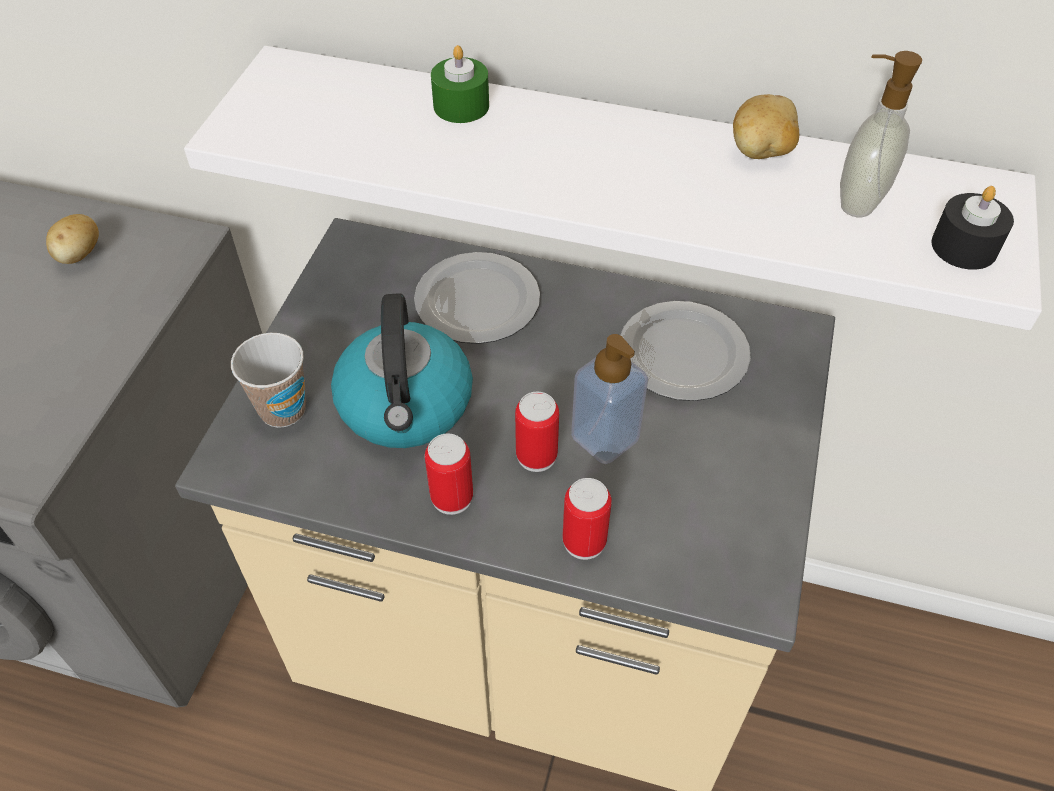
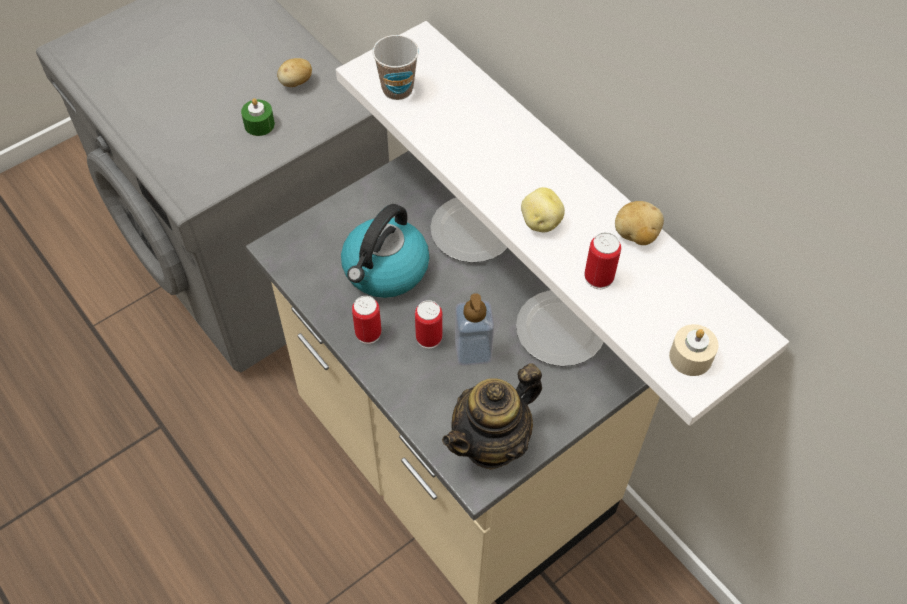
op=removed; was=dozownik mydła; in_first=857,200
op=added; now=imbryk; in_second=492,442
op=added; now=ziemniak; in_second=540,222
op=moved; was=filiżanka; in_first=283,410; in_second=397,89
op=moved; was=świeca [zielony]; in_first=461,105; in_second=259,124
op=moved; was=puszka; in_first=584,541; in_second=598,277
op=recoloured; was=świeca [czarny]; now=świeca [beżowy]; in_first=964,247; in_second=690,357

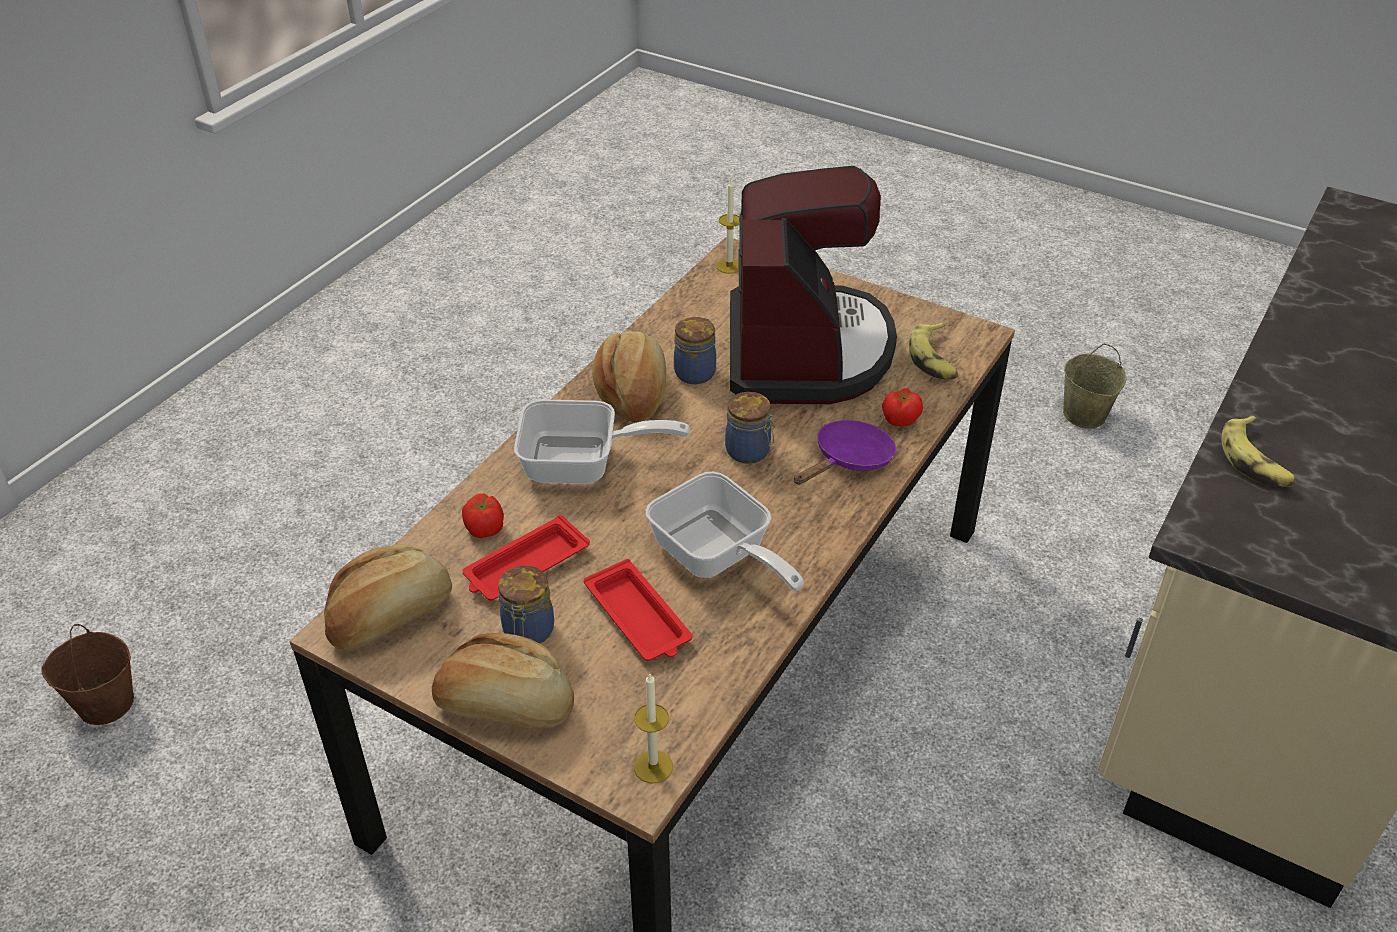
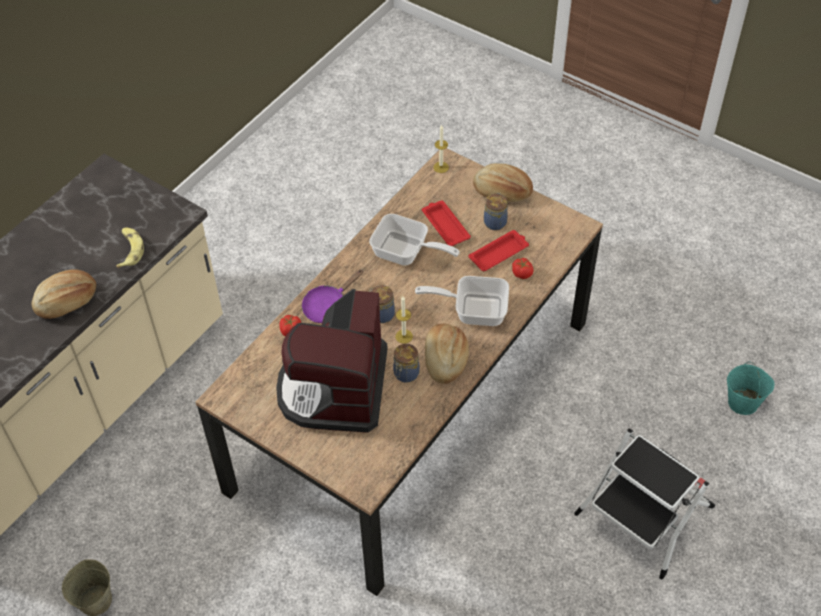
op=removed; was=banan; in_first=934,359
op=added; now=drabinka; in_second=645,513
op=moved; was=chleb; in_first=390,616; in_second=67,302
op=moved; was=świeca; in_first=729,266; in_second=404,336
op=recoloured; was=wiadro [brązowy]; now=wiadro [turkusowy]; in_first=105,704; in_second=743,402
op=turned; was=patelnia; in_first=717,557; in_second=406,253; clockwise=150

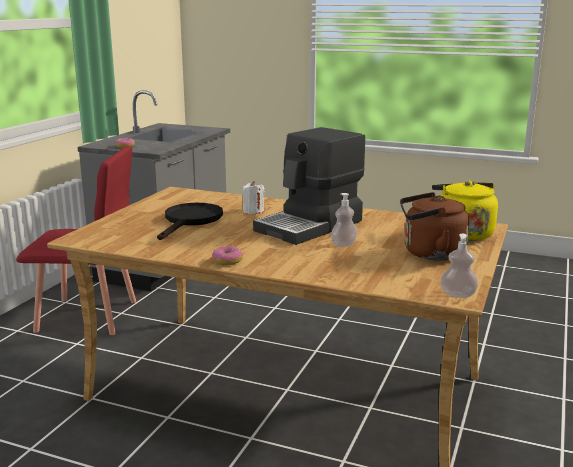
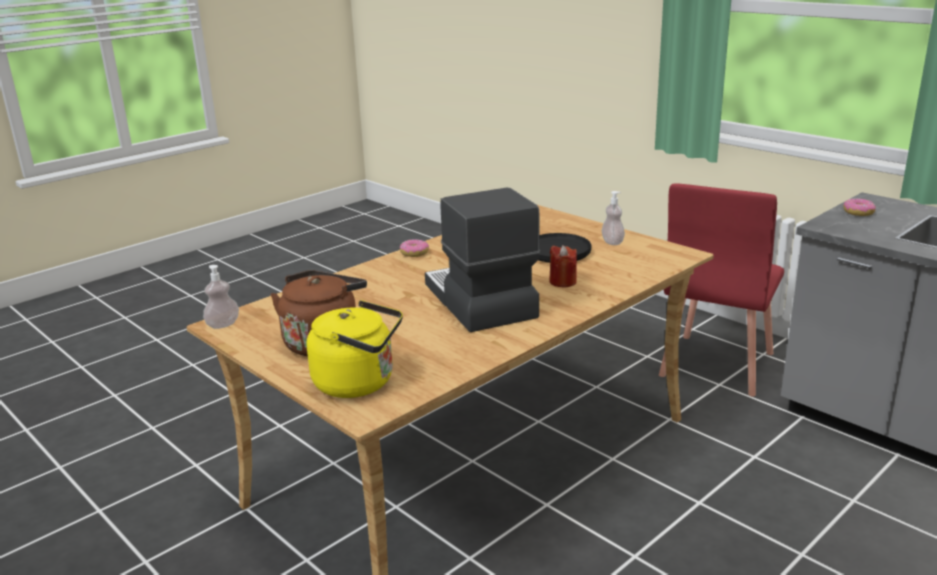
op=moved; was=dozownik mydła; in_first=343,245; in_second=612,242
op=recoloured; was=świeca [biały]; now=świeca [czerwony]; in_first=253,211; in_second=562,282

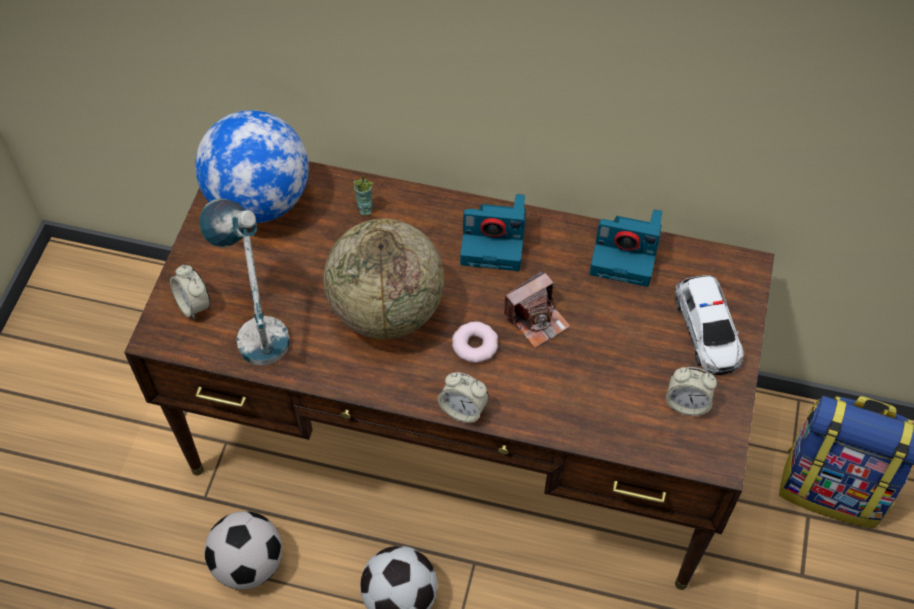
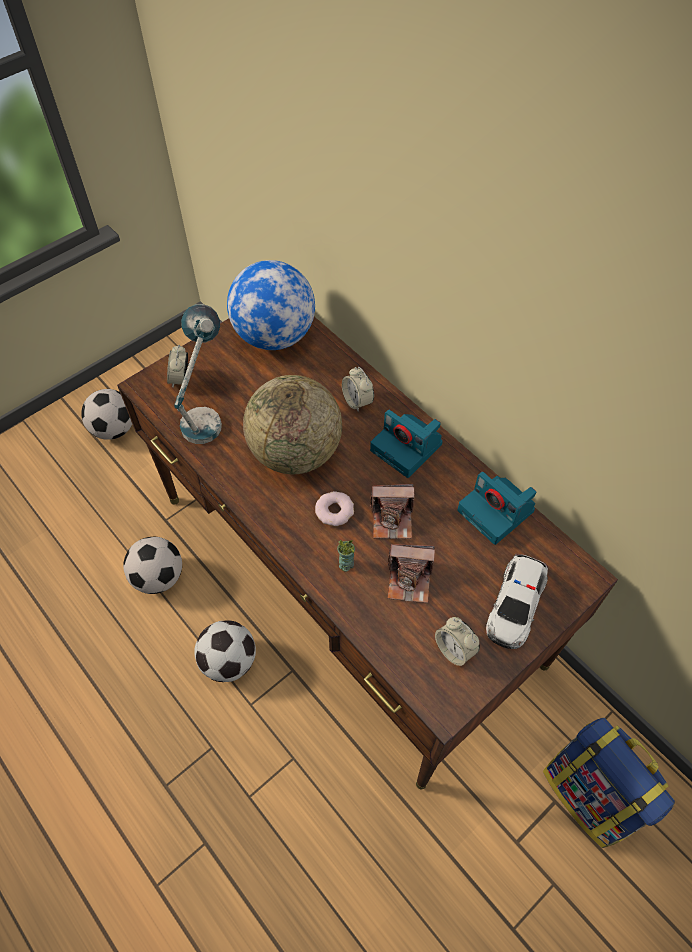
op=added; now=piłka futbolowa; in_second=114,429
op=added; now=aparat fotograficzny; in_second=409,580
op=moved; was=filiżanka; in_first=365,208; in_second=346,564
op=moved; was=budzik; in_first=463,409; in_second=357,401

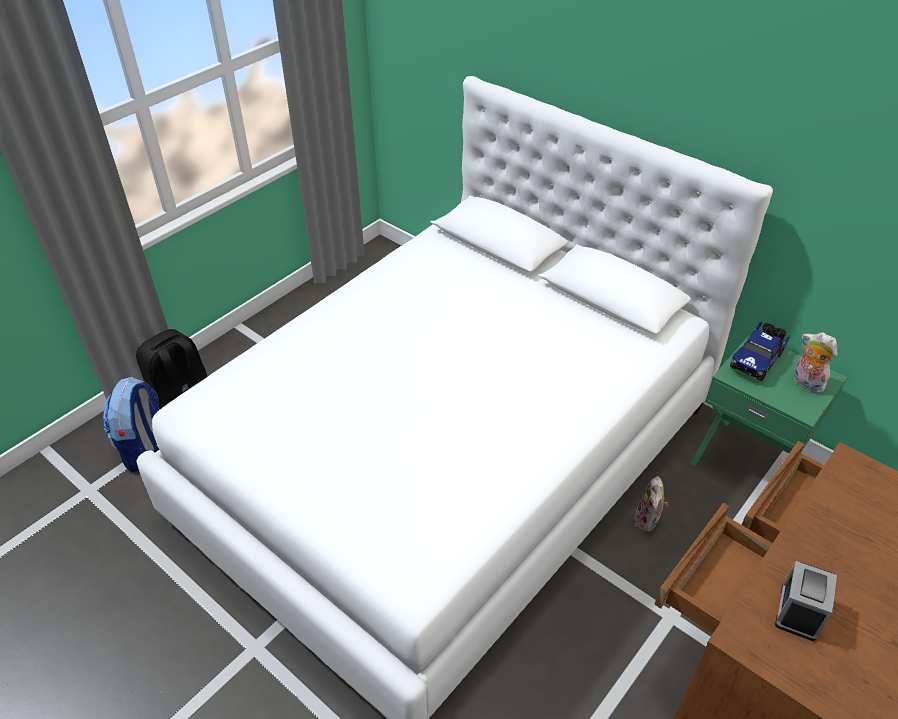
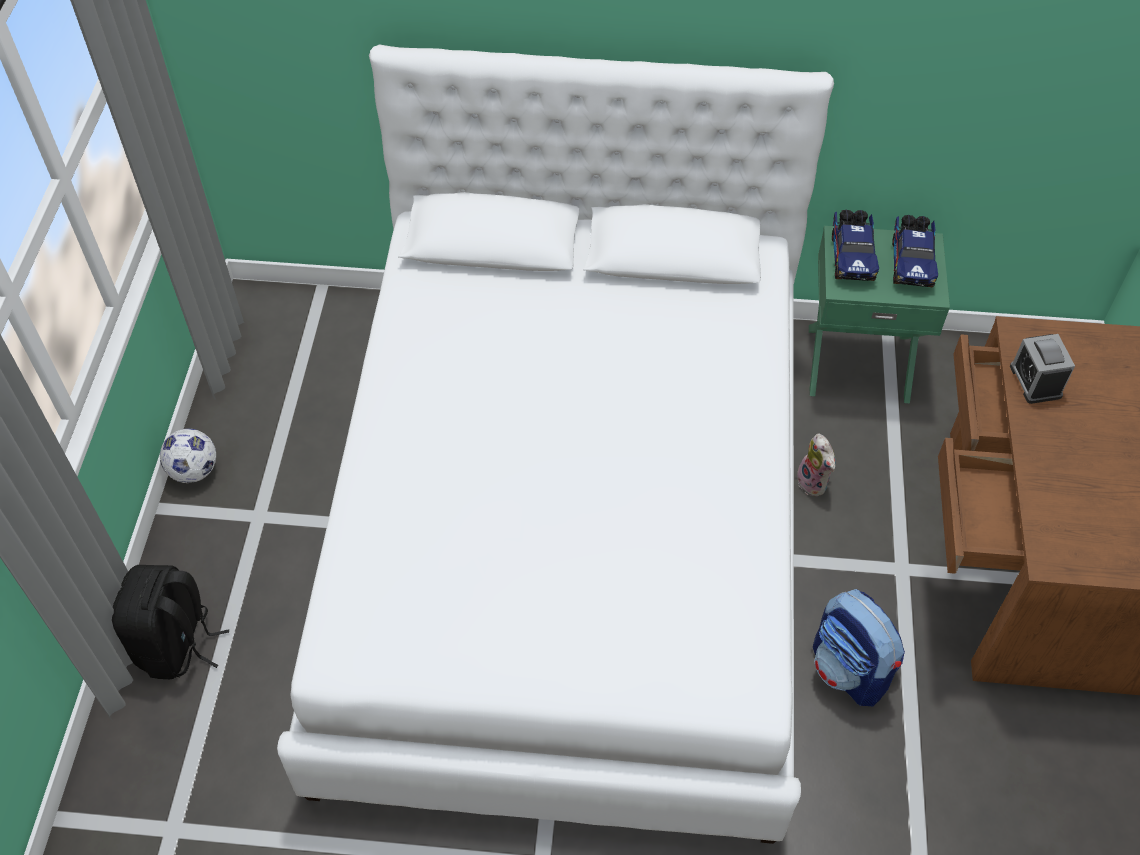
op=added; now=piłka futbolowa; in_second=194,470
op=moved; was=plecak; in_first=146,449; in_second=850,670
op=moved; was=budzik; in_first=798,611; in_second=1035,381
op=replaced; was=pluszak; now=ciężarówka zabawkowa; in_first=805,383; in_second=912,260

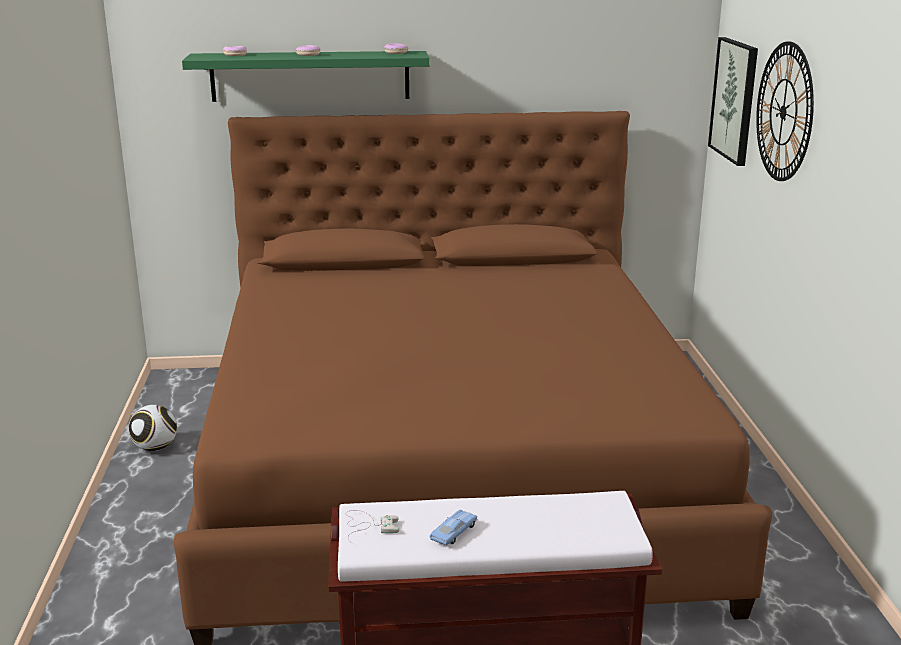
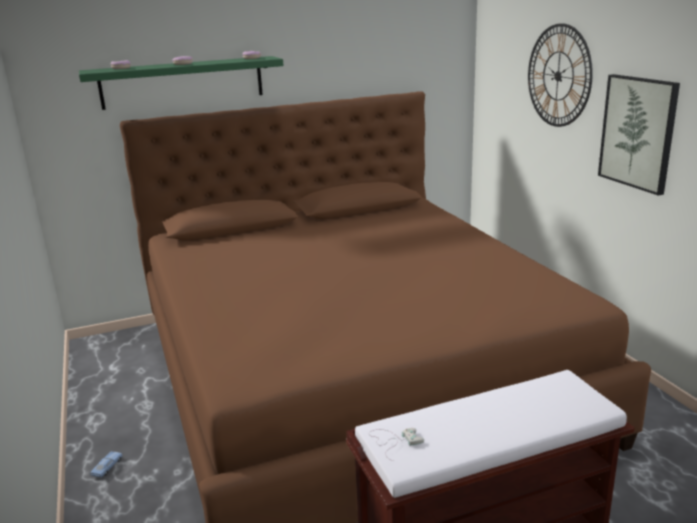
op=removed; was=piłka futbolowa; in_first=155,447
op=moved; was=samochodzik [niebieski]; in_first=453,533; in_second=107,467
op=moved; was=obraz; in_first=735,100; in_second=638,132

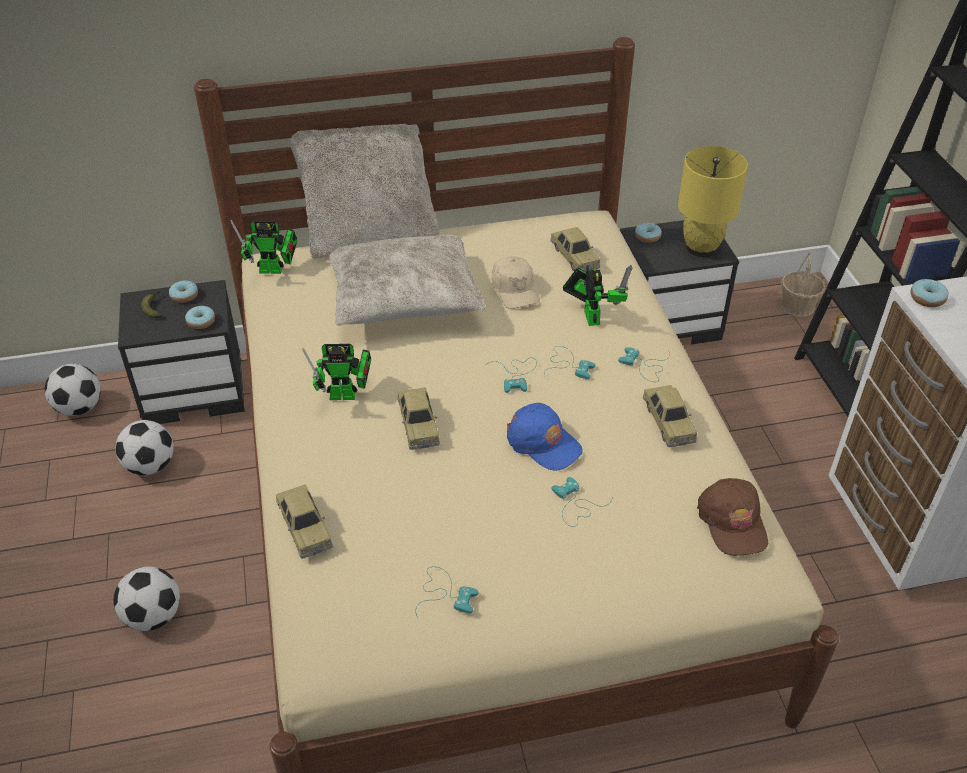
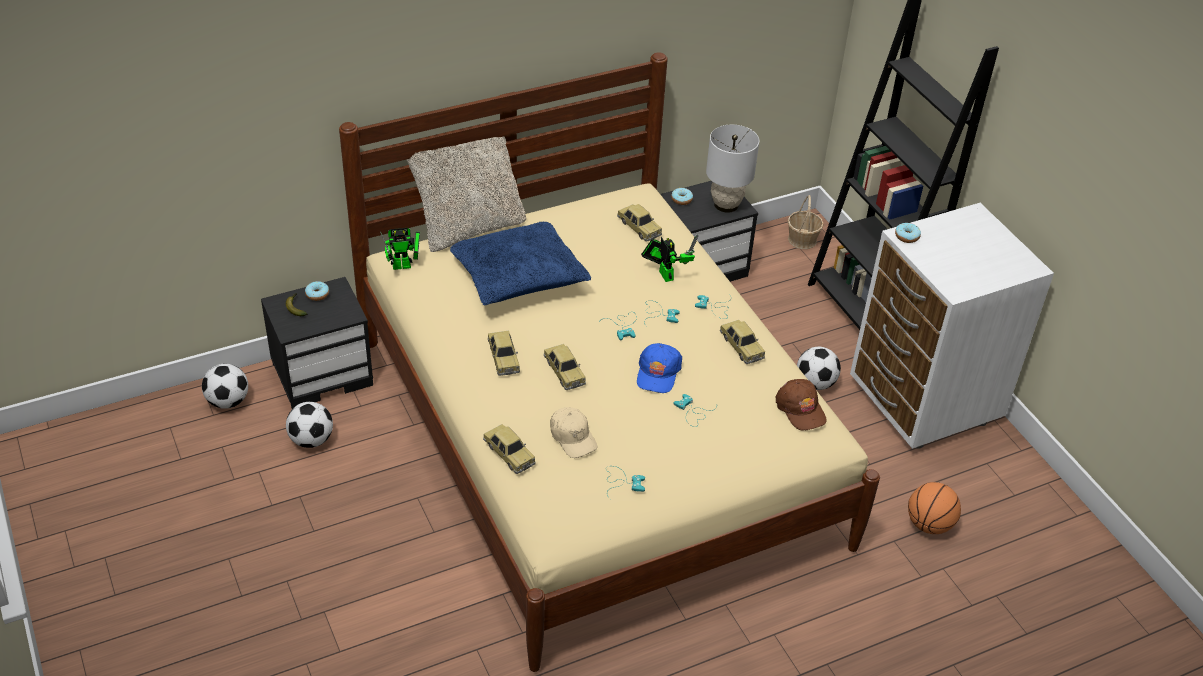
op=removed; was=donut; in_first=201,321
op=added; now=piłka do koszykówki; in_second=929,524
op=moved; was=piłka futbolowa; in_first=153,616; in_second=815,383
op=moved; was=czapka z daszkiem [beżowy]; in_first=515,289; in_second=572,437
op=replaced; was=robot zabawkowy; now=samochodzik; in_first=347,395; in_second=503,357
op=recoloured; was=poduszka [beżowy]; now=poduszka [niebieski]; in_first=405,299; in_second=519,277
op=recoloured; was=lampa stołowa [żółty]; now=lampa stołowa [biały]; in_first=701,248; in_second=726,205
op=turned; was=czapka z daszkiem [niebieski]; in_first=543,443; in_second=658,373; clockwise=75

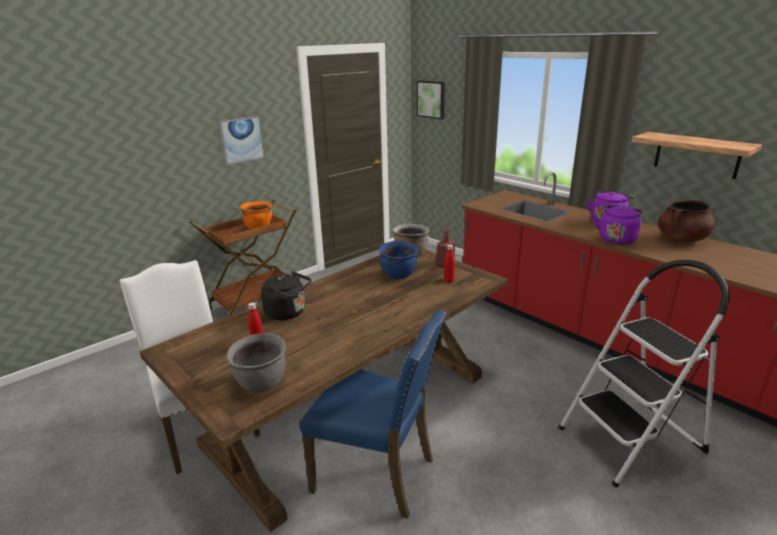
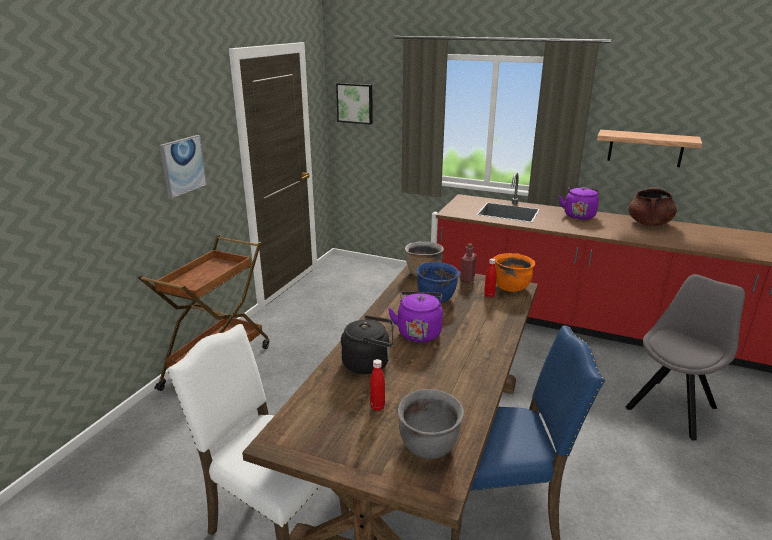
op=moved; was=garnek [pomarańczowy]; in_first=259,227; in_second=511,287
op=moved; was=czajnik [fioletowy]; in_first=617,239; in_second=419,332
op=replaced; was=drabinka; now=krzesło [szary]; in_first=634,440; in_second=672,408

